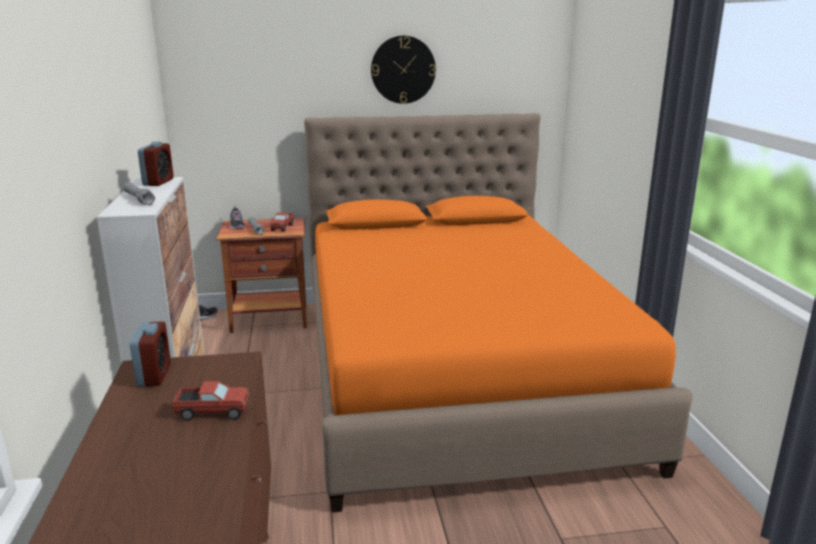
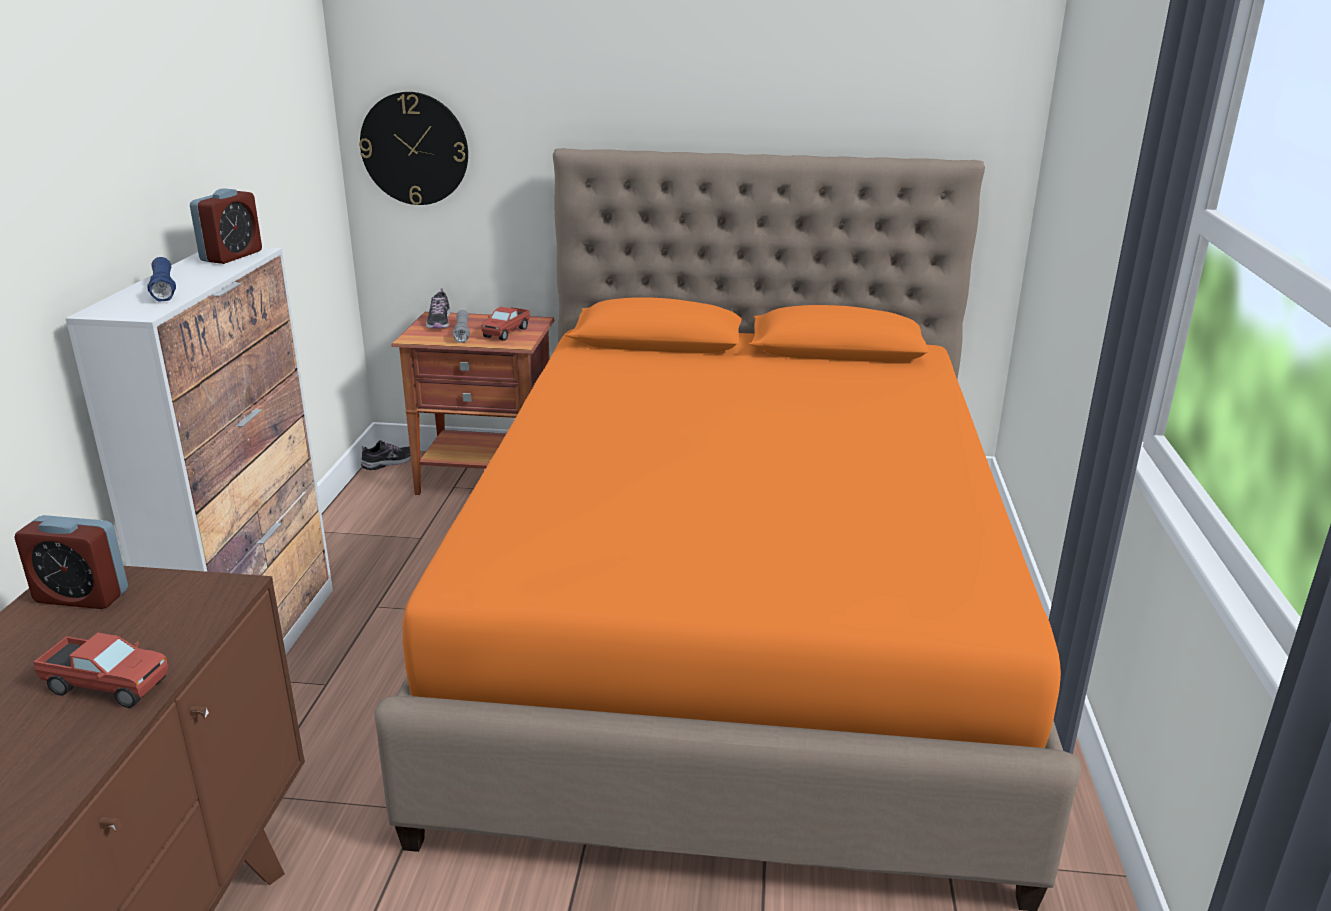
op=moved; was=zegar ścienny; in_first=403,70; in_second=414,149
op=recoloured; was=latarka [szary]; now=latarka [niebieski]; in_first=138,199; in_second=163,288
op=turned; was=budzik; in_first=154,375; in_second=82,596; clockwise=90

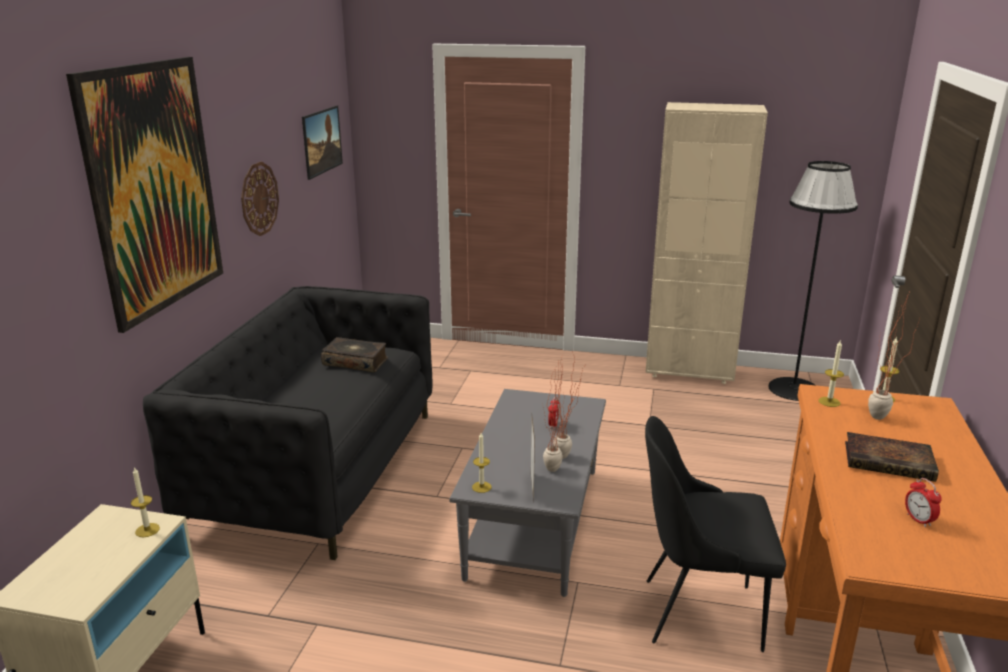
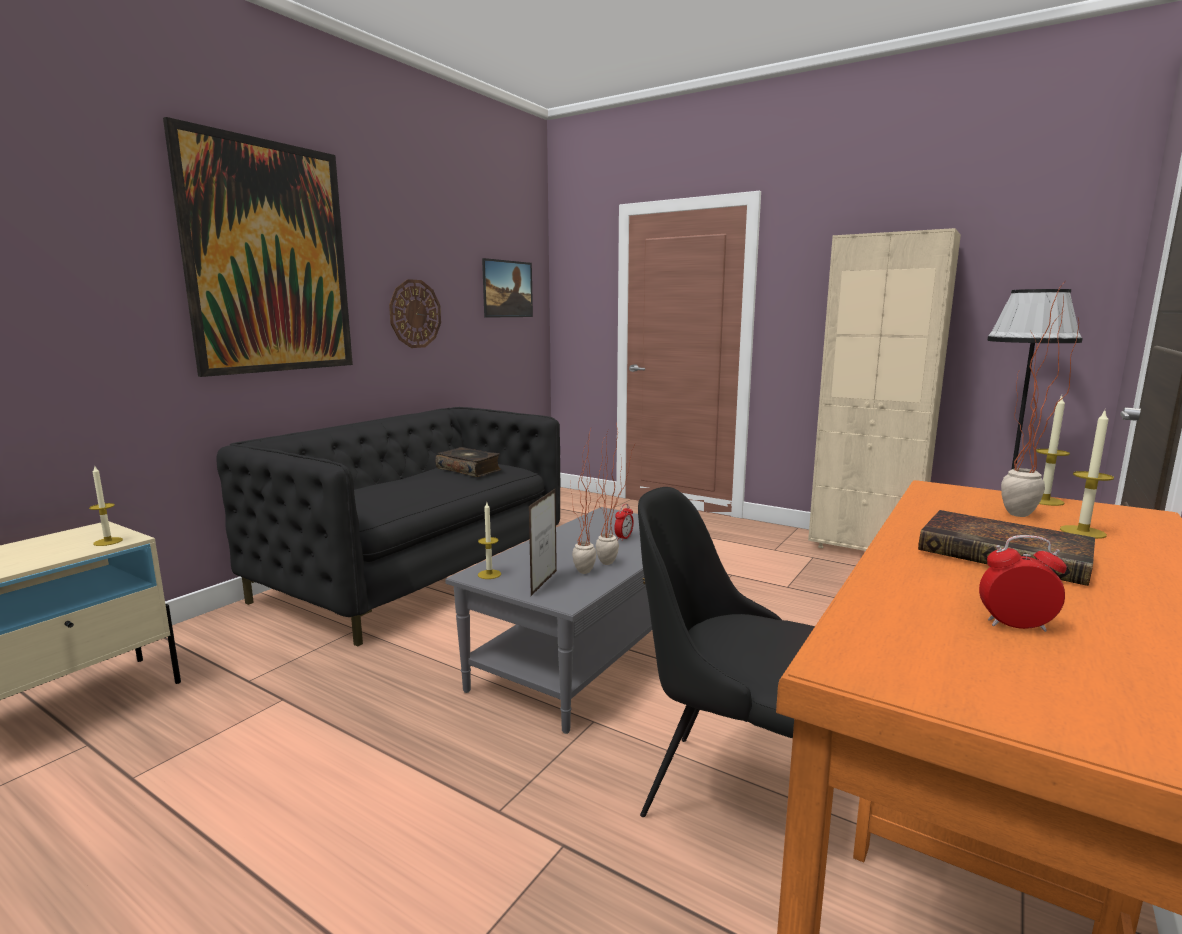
op=moved; was=świeca; in_first=829,402; in_second=1082,532
op=turned; was=budzik; in_first=918,520; in_second=1015,625; clockwise=105

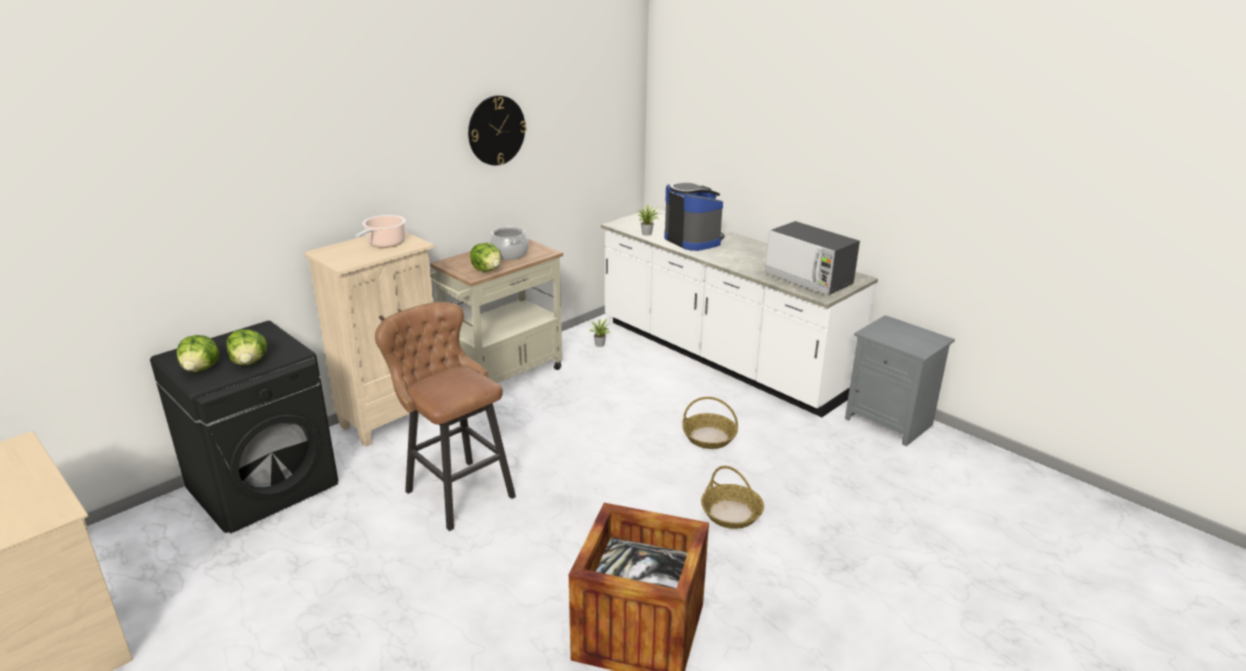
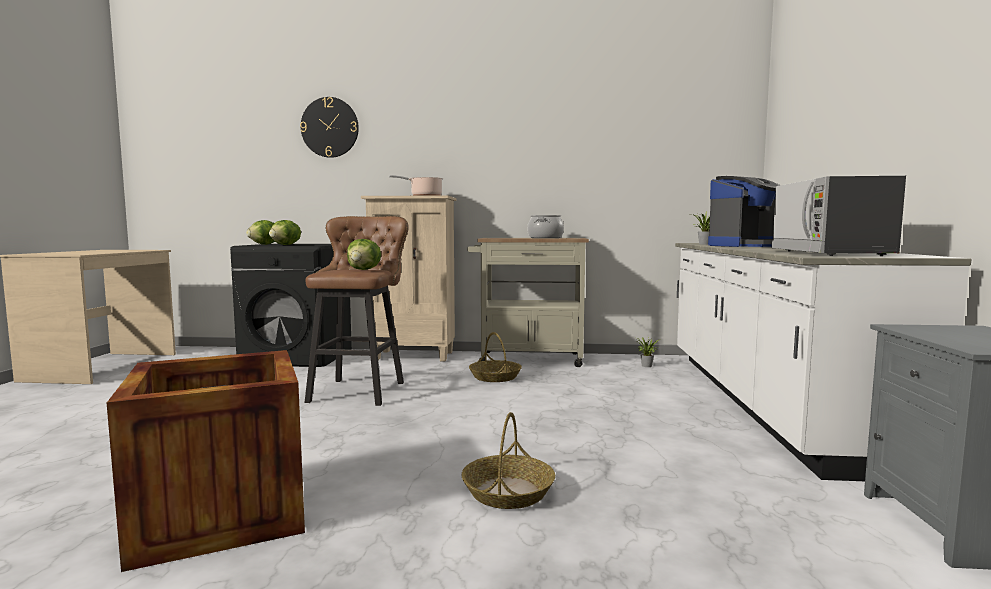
op=moved; was=zegar ścienny; in_first=496,130; in_second=330,127
op=moved; was=sałata; in_first=487,270; in_second=364,270
op=moved; was=koszyk; in_first=709,437; in_second=495,377
op=turned; was=ekspres do kawy; in_first=693,240; in_second=746,245; clockwise=45

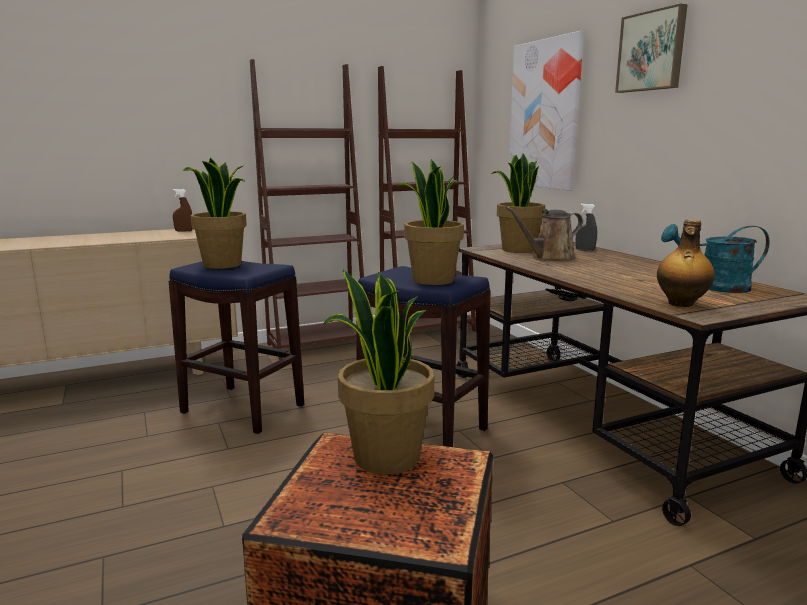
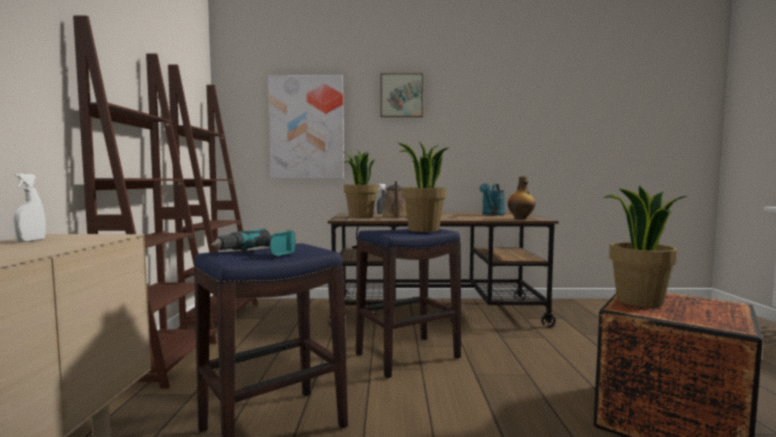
op=replaced; was=roślina doniczkowa; now=wiertarka; in_first=223,265; in_second=257,253
op=recoloured; was=spryskiwacz [brązowy]; now=spryskiwacz [biały]; in_first=184,231; in_second=31,241

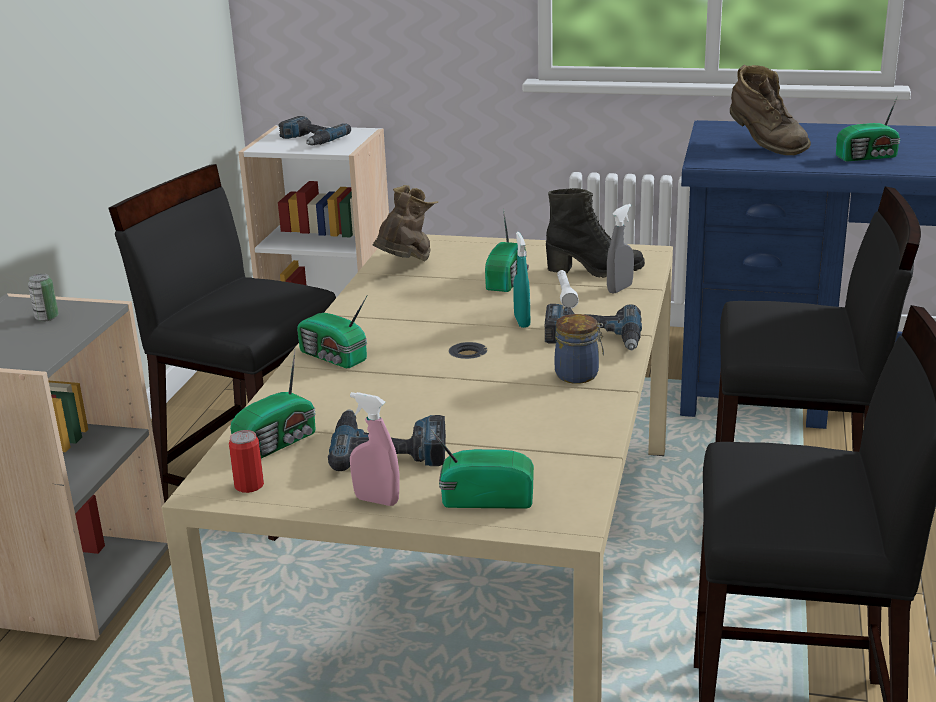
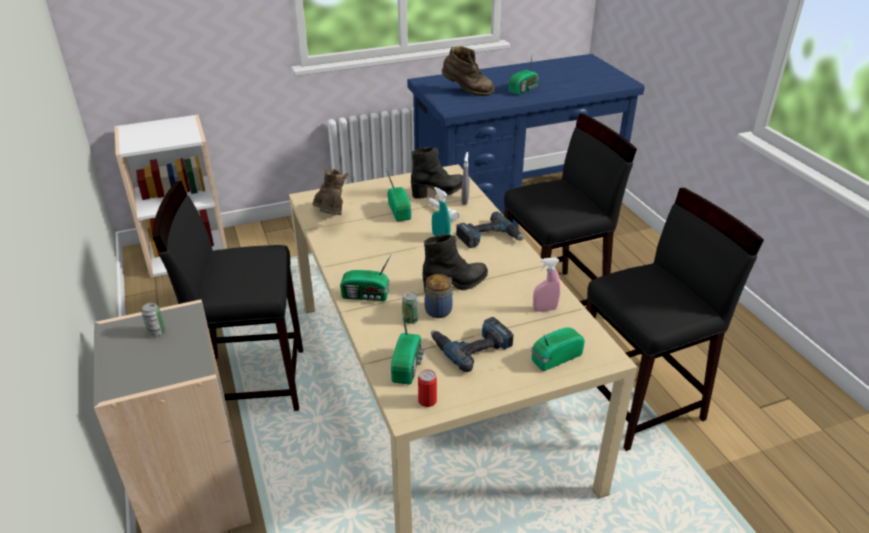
op=removed; was=wiertarka; in_first=310,140
op=added; now=puszka; in_second=410,320
op=added; now=but z cholewką [czarny]; in_second=456,284
op=moved; was=spryskiwacz [różowy]; in_first=376,500; in_second=545,309
op=moved; was=słoik; in_first=579,375; in_second=439,310

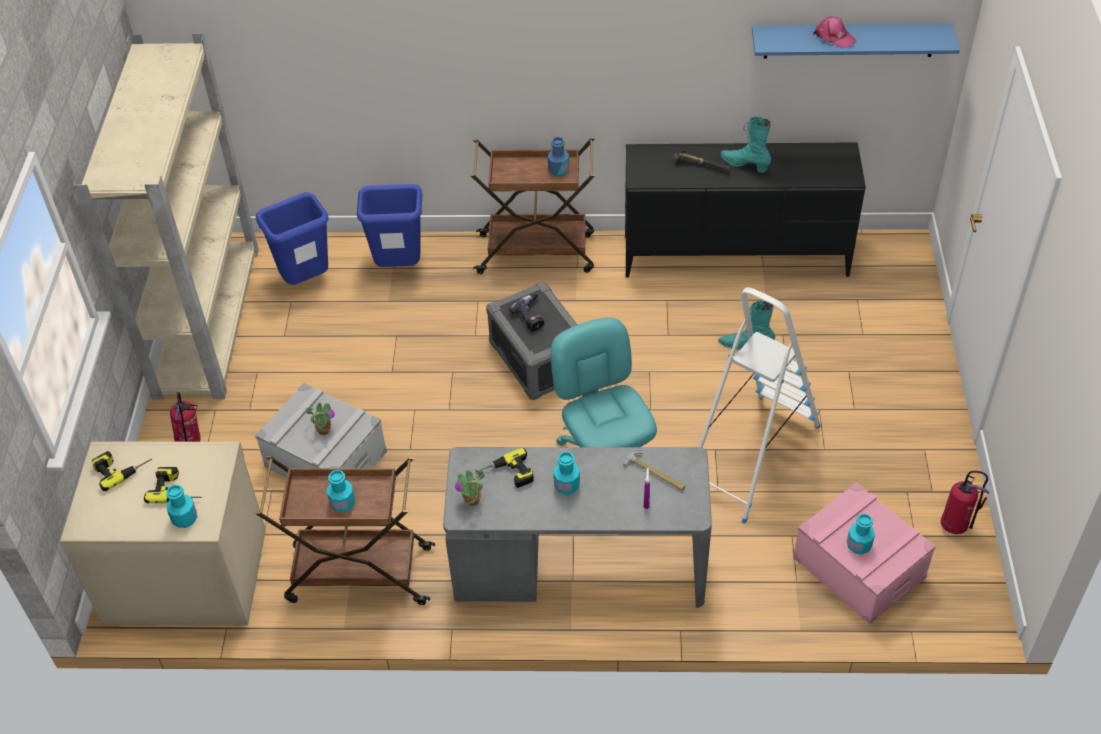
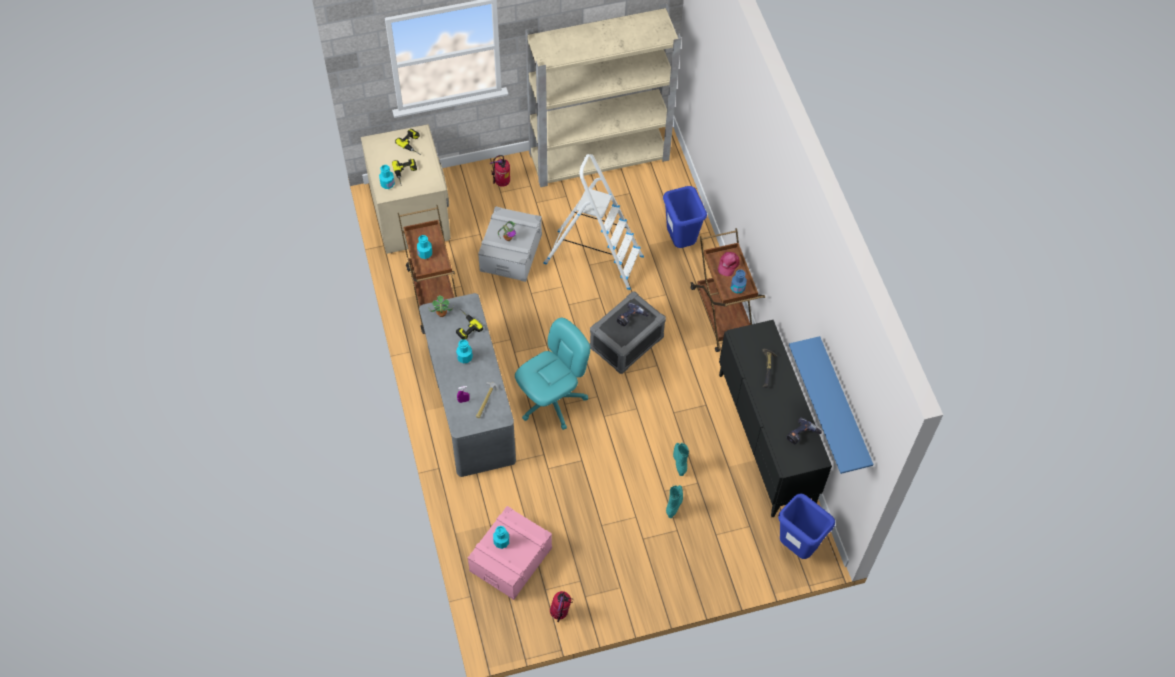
op=added; now=wiertarka; in_second=802,435
op=moved; was=kosz na śmieci [niebieski]; in_first=306,281; in_second=797,547
op=moved; was=drabinka [biały]; in_first=753,456; in_second=594,259
op=moved; was=but z cholewką [turkusowy]; in_first=745,164; in_second=675,504
op=moved; was=czapka z daszkiem [różowy]; in_first=834,37; in_second=728,264

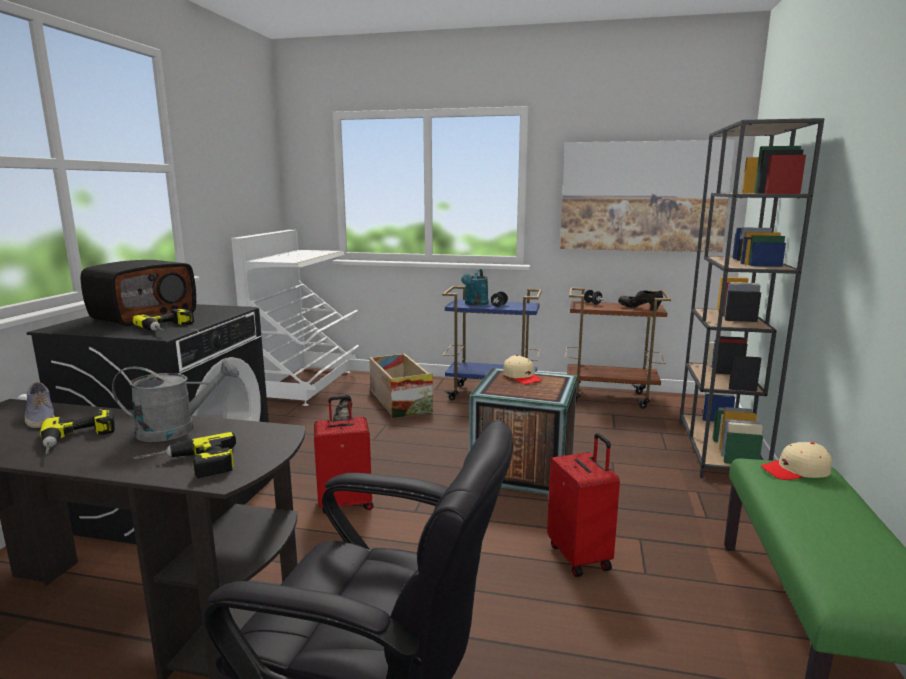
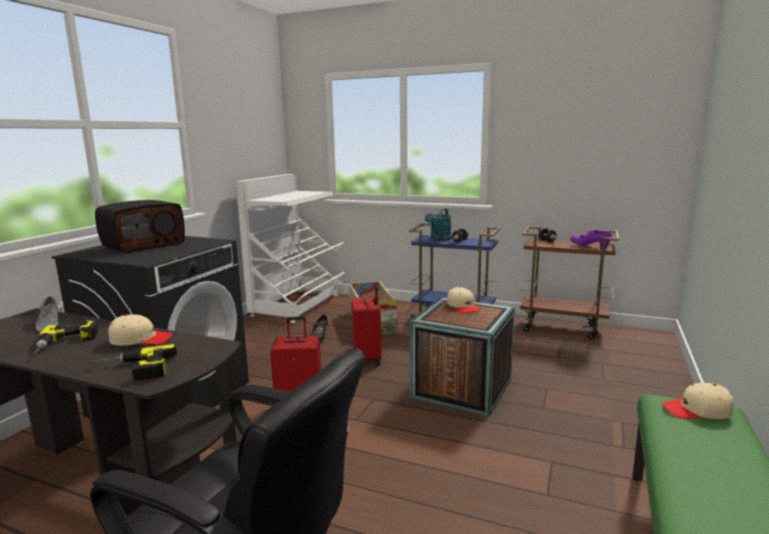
op=removed; was=wiertarka; in_first=170,328
op=removed; was=obraz; in_first=642,196
op=removed; was=regał; in_first=720,451
op=moved; was=walizka [czerwony]; in_first=580,556; in_second=368,359
op=replaced; was=konewka [szary]; now=czapka z daszkiem [beżowy]; in_first=177,430; in_second=141,339
op=recoloured; was=but [czarny]; now=but [fioletowy]; in_first=639,308; in_second=590,247

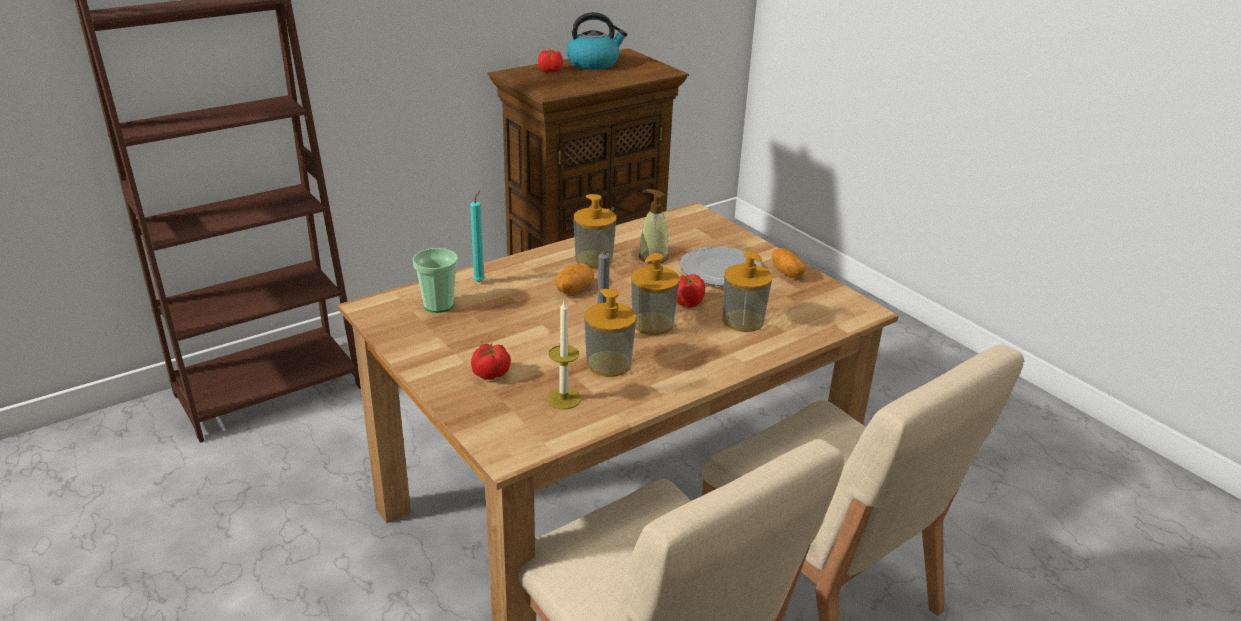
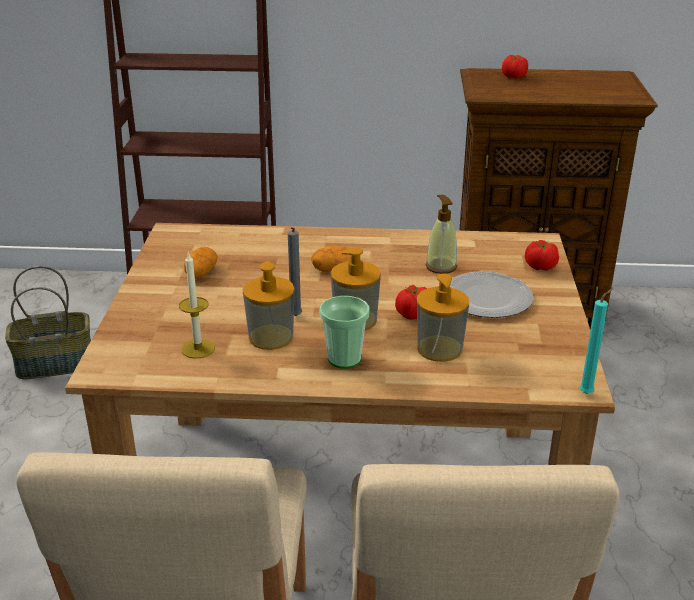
op=removed; was=czajnik; in_first=593,63
op=removed; was=dozownik mydła; in_first=594,259
op=added; now=koszyk; in_second=56,364
op=moved; was=filiżanka; in_first=438,305; in_second=344,359
op=moved; was=świeca [turkusowy]; in_first=480,281; in_second=588,393
op=moved; was=pomidor; in_first=491,374; in_second=540,267
op=moved; was=ziemniak; in_first=787,272; in_second=201,272

